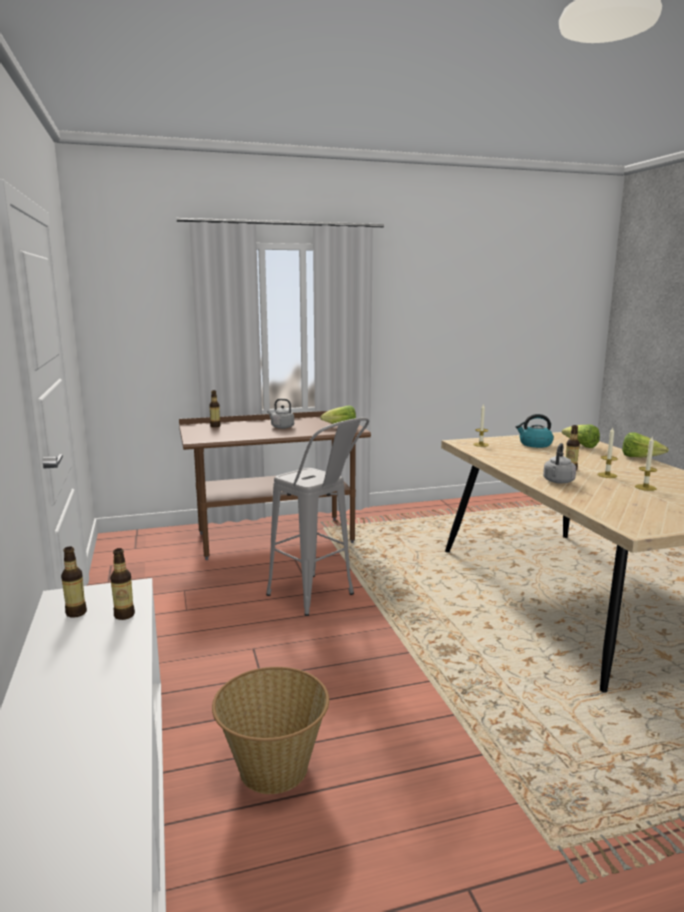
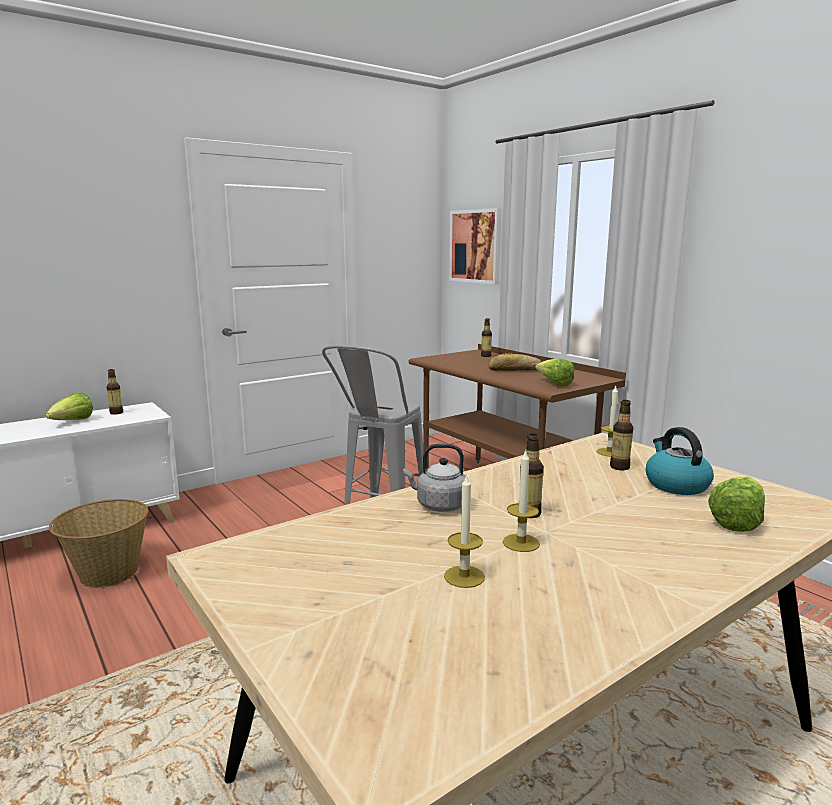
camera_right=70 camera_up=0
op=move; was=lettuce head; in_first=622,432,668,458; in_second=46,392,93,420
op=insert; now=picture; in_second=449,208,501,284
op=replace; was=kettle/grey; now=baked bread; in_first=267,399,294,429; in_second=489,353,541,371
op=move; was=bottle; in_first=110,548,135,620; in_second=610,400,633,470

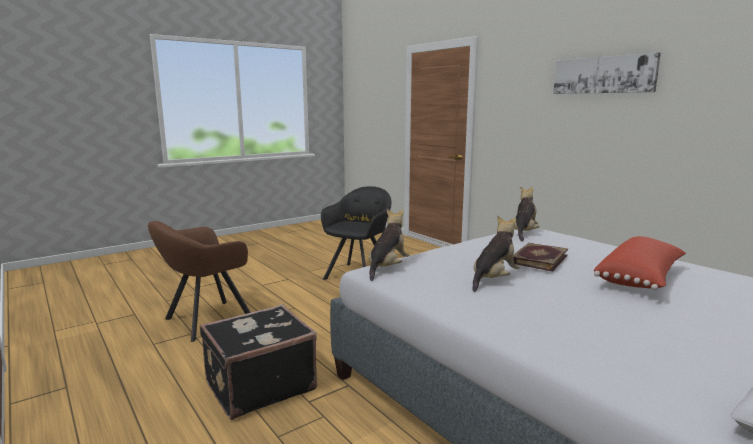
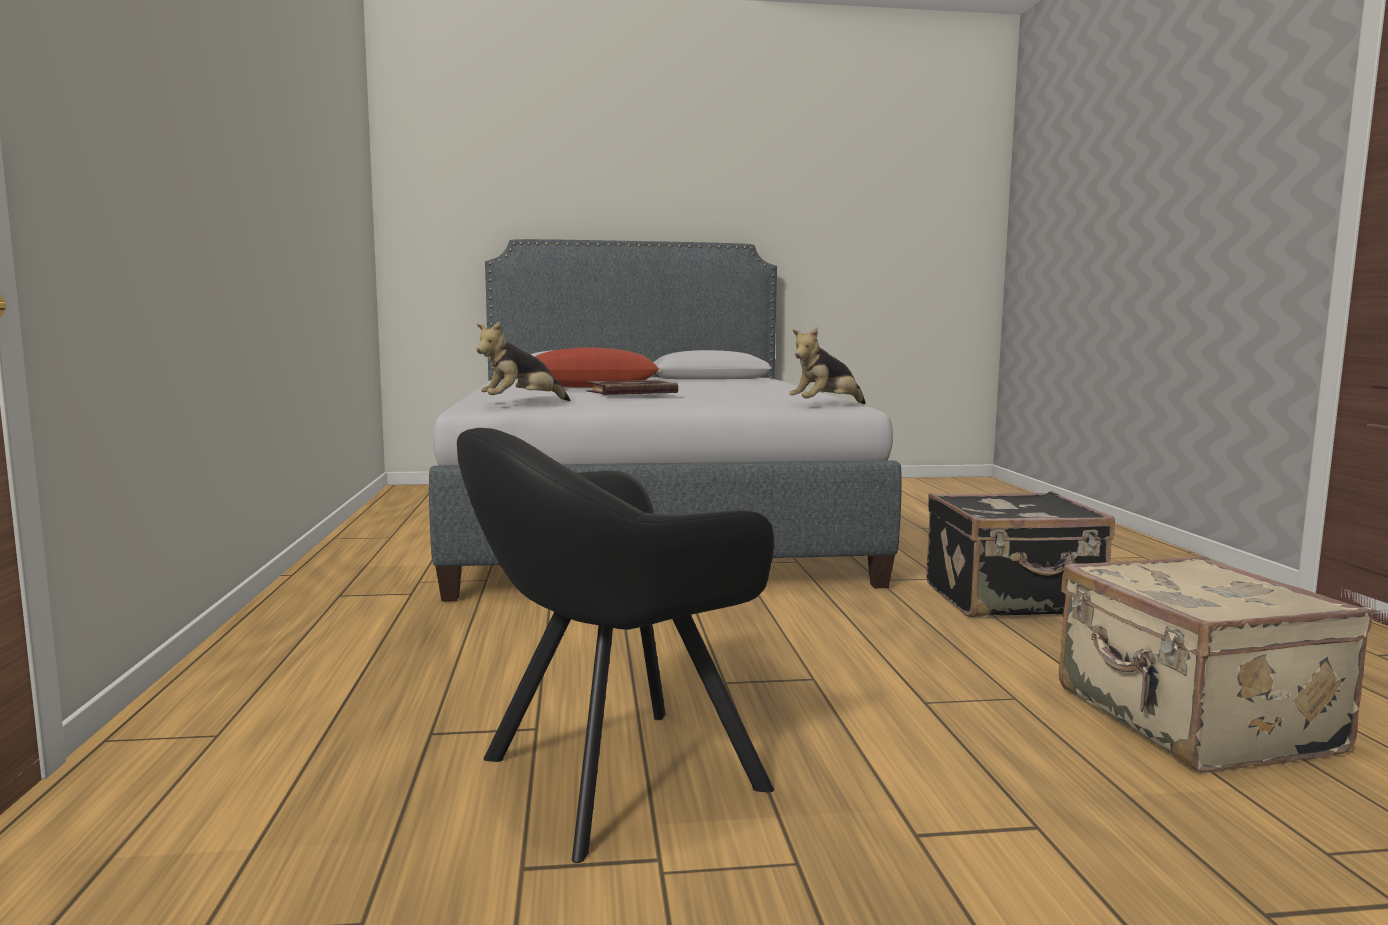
camera_right=-150 camera_up=-5
op=replace; was=armchair/brown-coloured; now=suitcase/sand-coloured; in_first=148,221,251,342; in_second=1059,556,1373,773
op=delete; was=soft toy; in_first=473,215,520,292
op=delete; was=picture; in_first=553,52,661,94

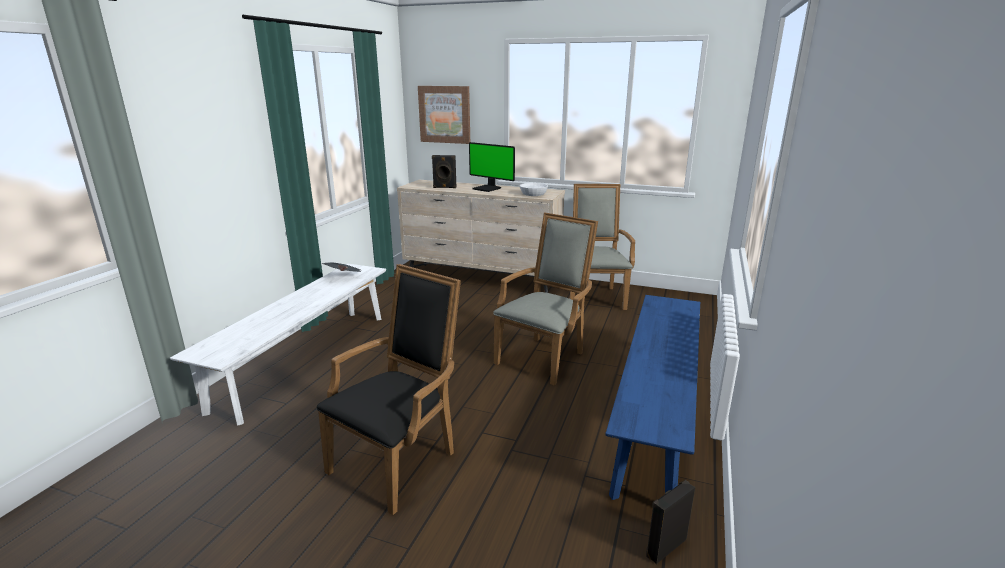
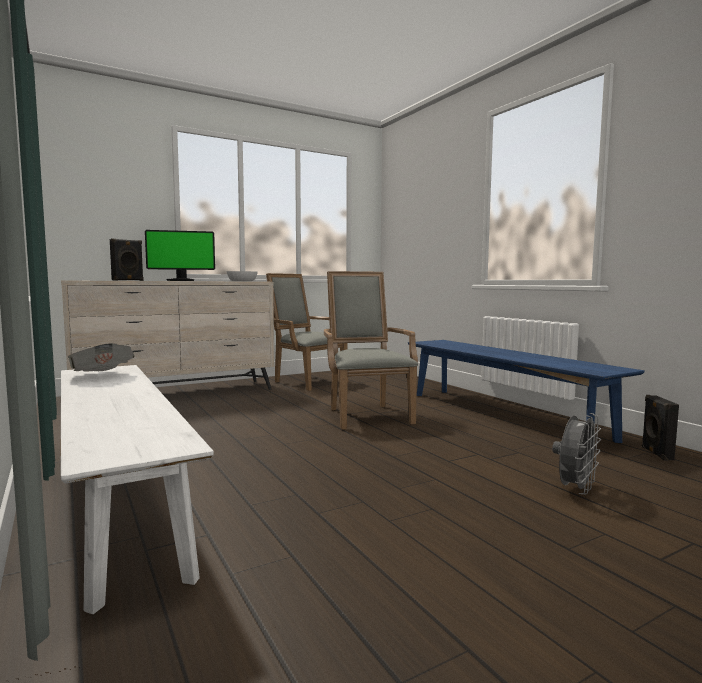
camera_right=-50 camera_up=-15
op=insert; now=fan/grey; in_second=552,413,601,495
op=delete; was=armchair/black-coloured; in_first=317,264,461,515
op=delete; was=picture; in_first=418,86,470,144

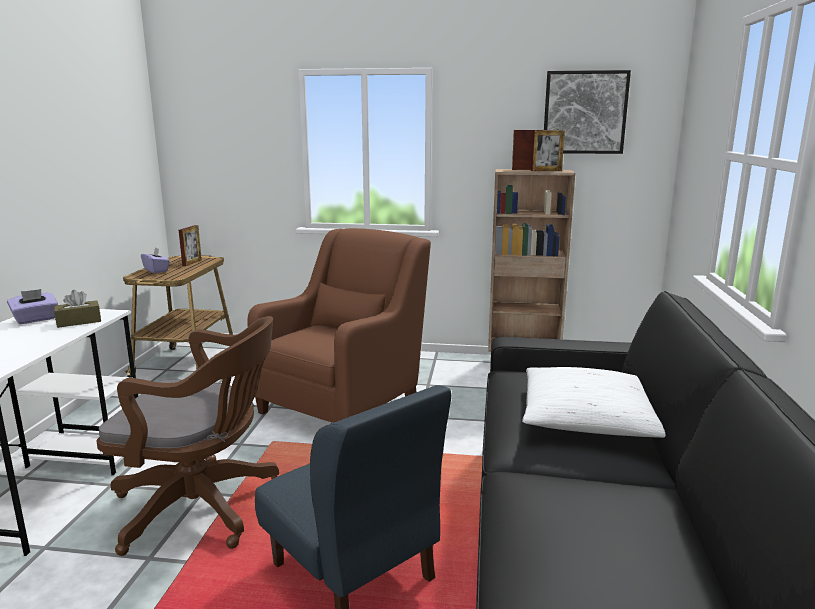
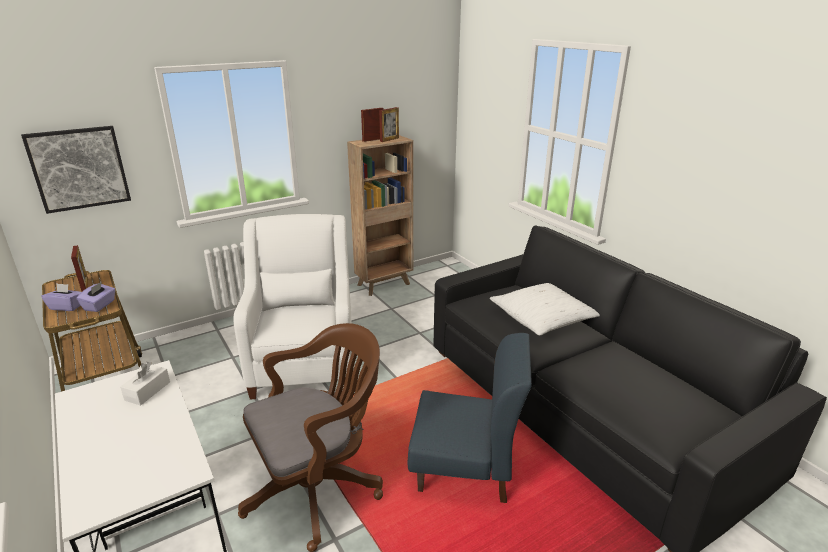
camera_right=-40 camera_up=10
op=move; was=picture; in_first=544,70,631,154; in_second=21,126,131,214
op=move; was=tissue holder/purple-coloured; in_first=7,289,58,324; in_second=76,282,116,312
op=recolor; was=tissue holder/brown-coloured; now=tissue holder/white; in_first=54,290,101,328; in_second=120,362,170,406
op=recolor; was=armchair/brown-coloured; now=armchair/white; in_first=247,228,431,423; in_second=233,214,352,400

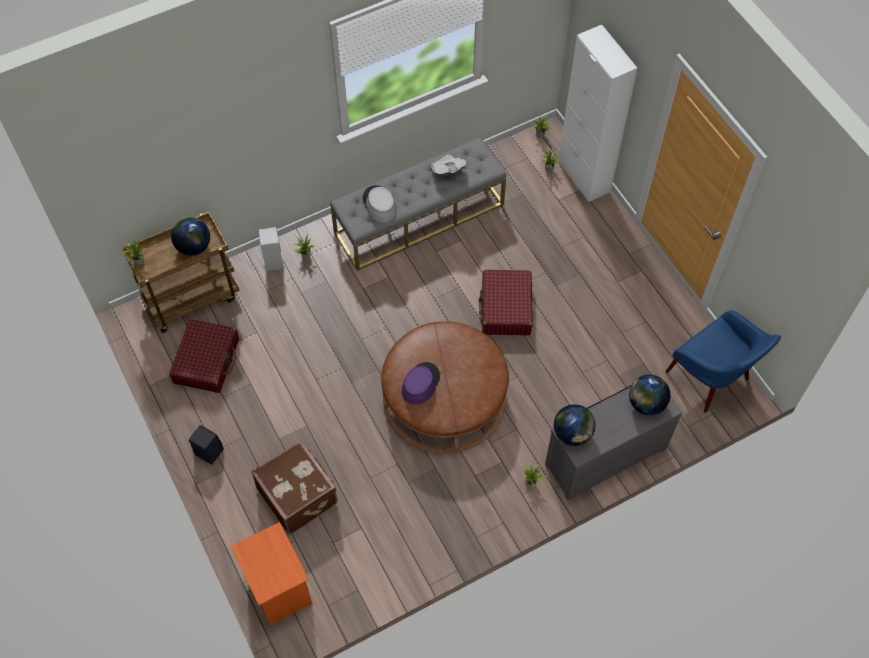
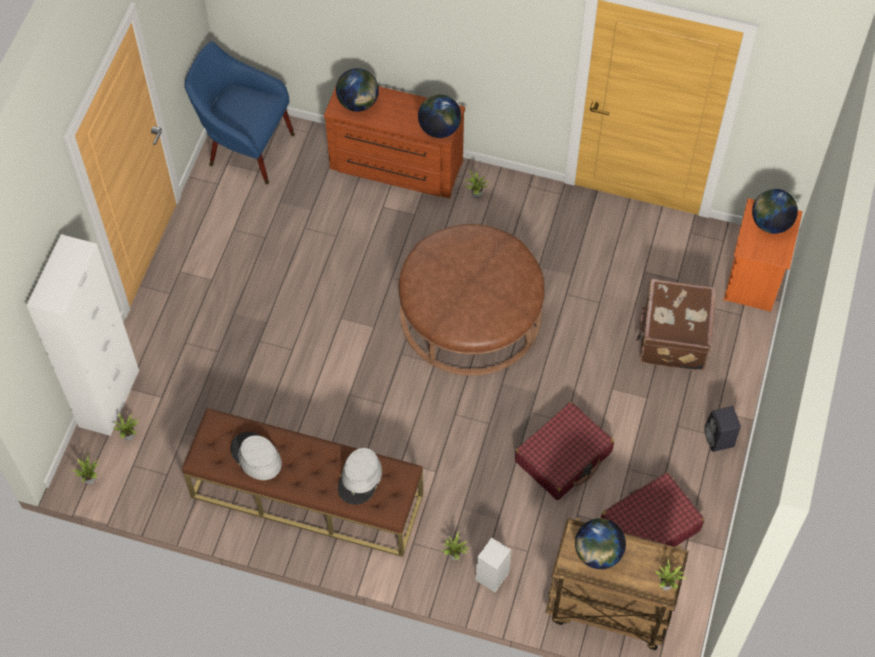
camera_right=-135 camera_up=0
op=recolor; was=bench/grey; now=bench/brown-coloured; in_first=330,137,506,271; in_second=182,408,423,557
op=rotate; was=armchair/blue; in_first=665,310,781,413; in_second=185,41,295,184; clockwise=-75
op=replace; was=printed paper; now=clothing hat/grey; in_first=431,155,466,174; in_second=231,432,282,480
op=recolor; was=dresser/grey; now=dresser/brown-coloured; in_first=545,386,683,500; in_second=324,77,465,198
op=move; was=suitcase/red; in_first=479,270,533,335; in_second=515,402,614,500
op=insert; now=desk globe; in_second=752,189,798,234
op=delete; was=clothing hat/purple-coloured; in_first=402,362,440,405

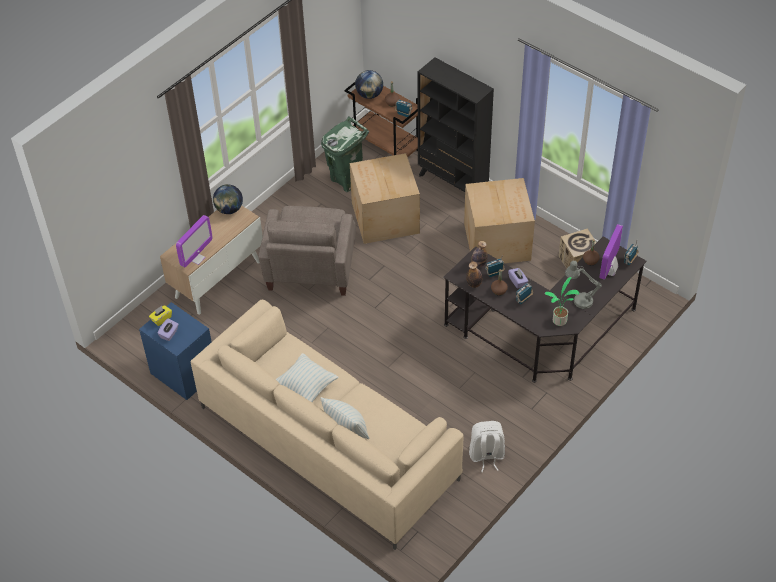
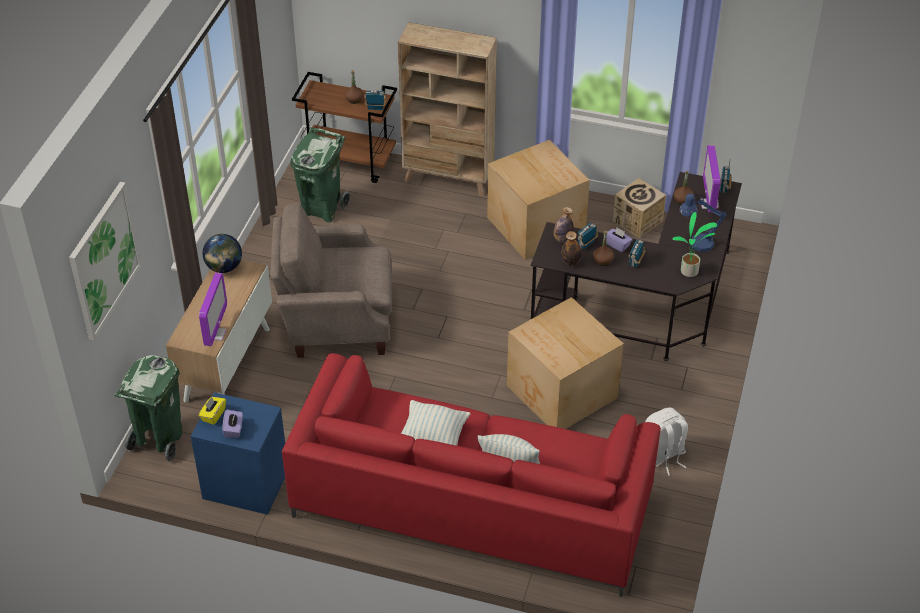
camera_right=-25 camera_up=-5
op=insert; now=picture; in_second=69,182,142,341
op=insert; now=waste bin/green; in_second=114,355,183,462
op=rotate; was=armchair/sand-coloured; in_first=258,206,356,296; in_second=270,203,392,358; clockwise=105
op=recolor; was=couch/sand-coloured; now=couch/red; in_first=191,300,463,550; in_second=282,353,661,597
op=recolor; was=bookcase/black-coloured; now=bookcase/sand-coloured; in_first=417,57,494,192; in_second=398,22,497,197
op=move; was=packing box; in_first=350,153,420,244; in_second=507,297,624,429
op=recolor; was=table lamp/grey; now=table lamp/blue; in_first=565,261,602,309; in_second=679,193,726,252
op=delete; was=desk globe; in_first=355,70,383,99

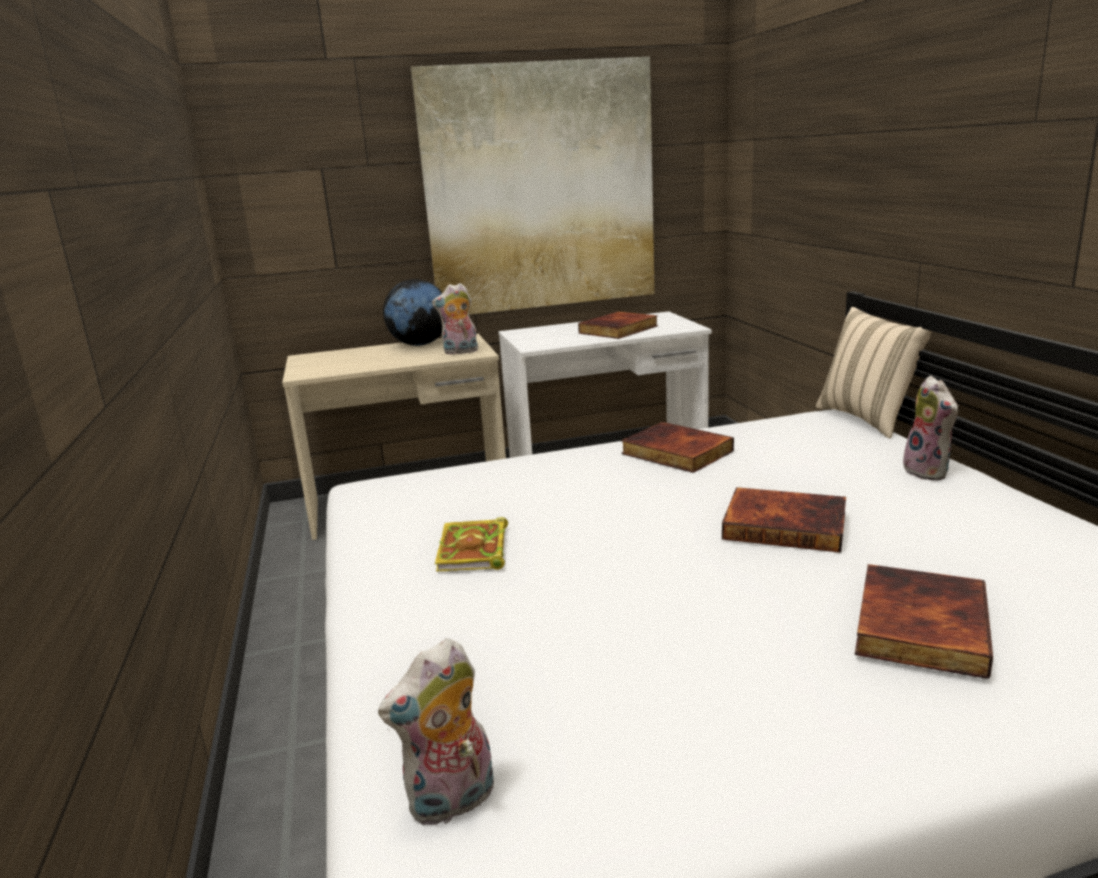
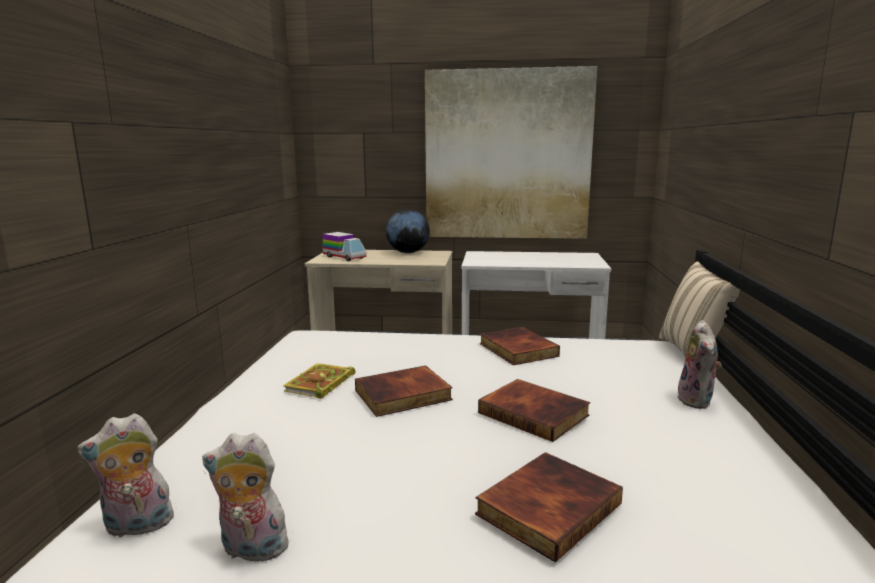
camera_right=20 camera_up=-5
op=move; was=soft toy; in_first=432,283,478,355; in_second=202,433,289,562
op=insert; now=toy lorry; in_second=323,232,367,261
op=move; was=bound book; in_first=578,311,658,339; in_second=355,365,453,417

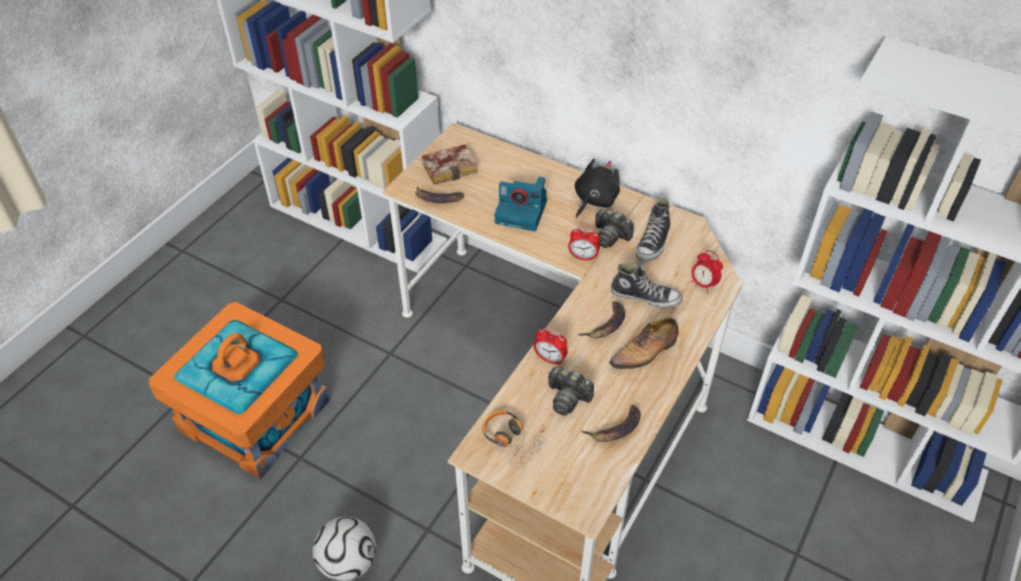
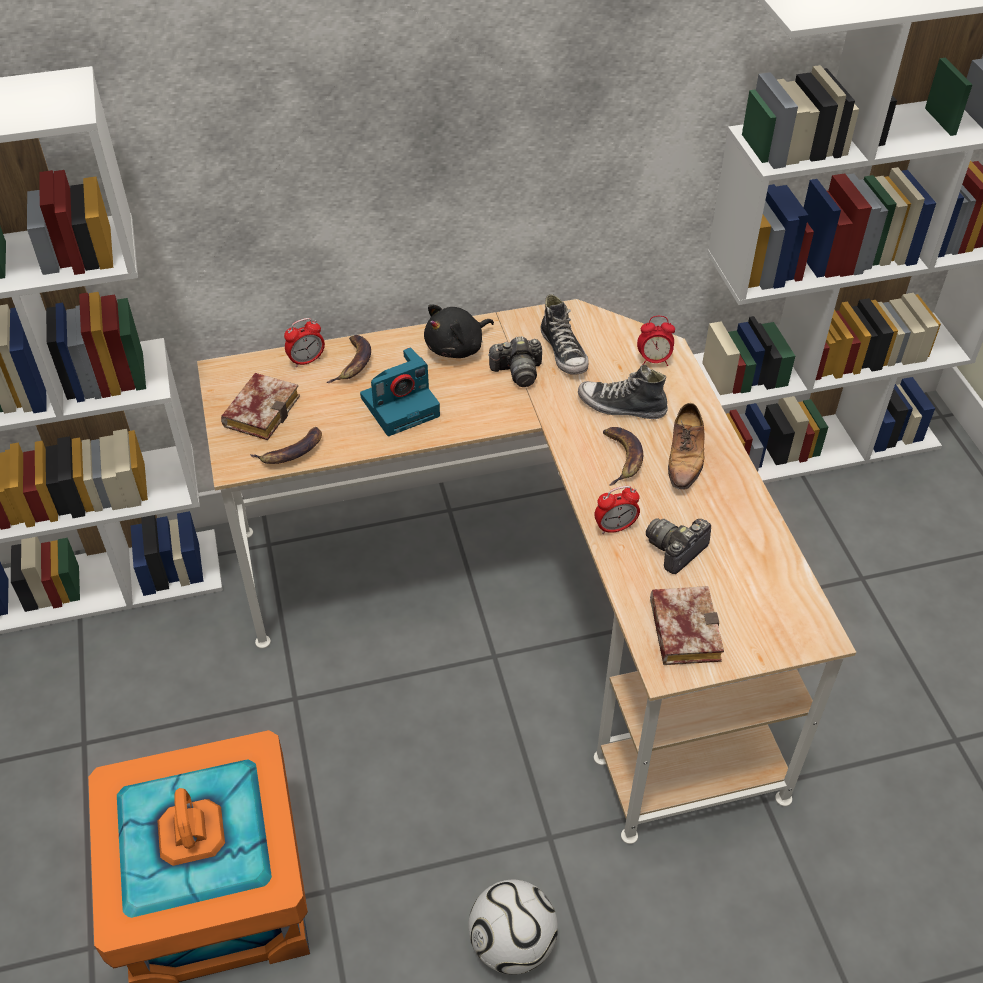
camera_right=-45 camera_up=0
op=move; was=bedside clock; in_first=568,227,600,261; in_second=284,318,325,367
op=move; was=banana fruit; in_first=582,405,641,442; in_second=326,335,371,383
op=rotate; was=soft toy/black-coloured; in_first=575,158,620,218; in_second=424,304,494,358; clockwise=-120
op=rotate; was=low shoe; in_first=611,263,683,309; in_second=578,365,668,419; clockwise=-135
op=rotate; was=still camera; in_first=548,367,594,415; in_second=646,518,711,574; clockwise=150
op=replace; was=headset; now=bound book; in_first=482,410,546,469; in_second=650,586,724,665

